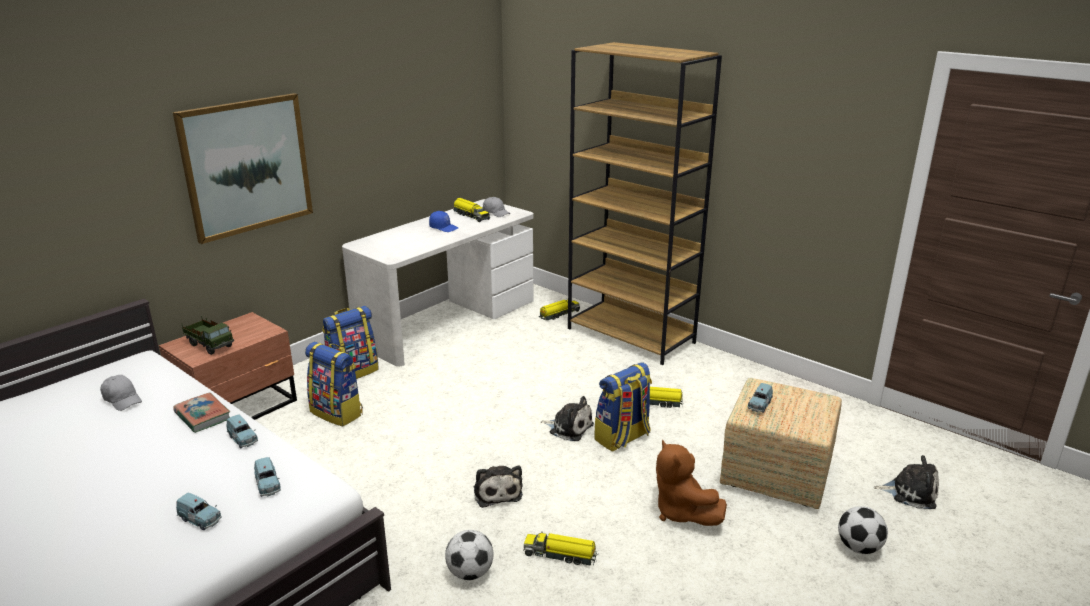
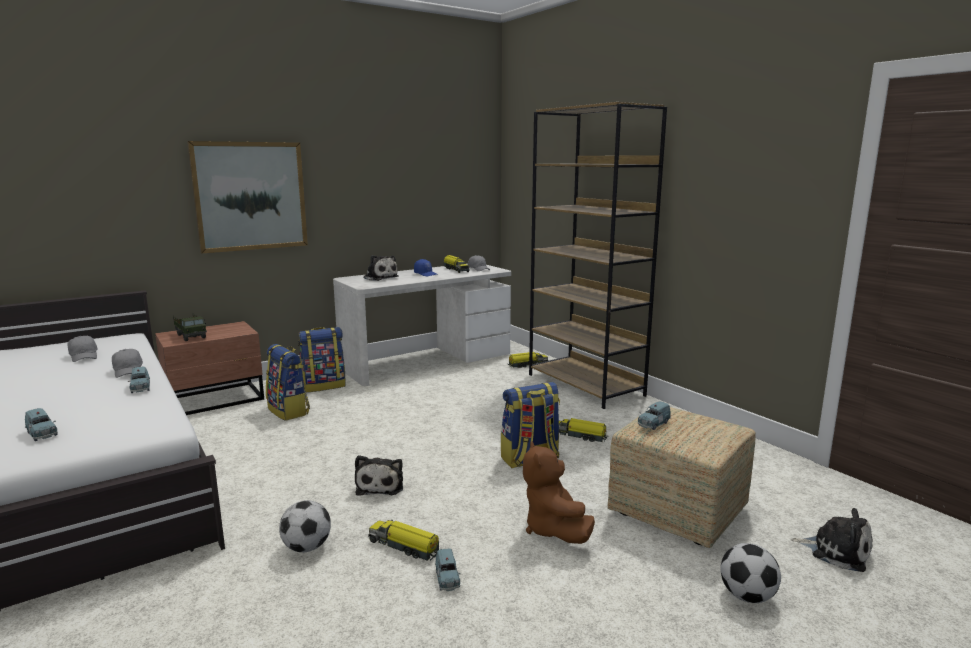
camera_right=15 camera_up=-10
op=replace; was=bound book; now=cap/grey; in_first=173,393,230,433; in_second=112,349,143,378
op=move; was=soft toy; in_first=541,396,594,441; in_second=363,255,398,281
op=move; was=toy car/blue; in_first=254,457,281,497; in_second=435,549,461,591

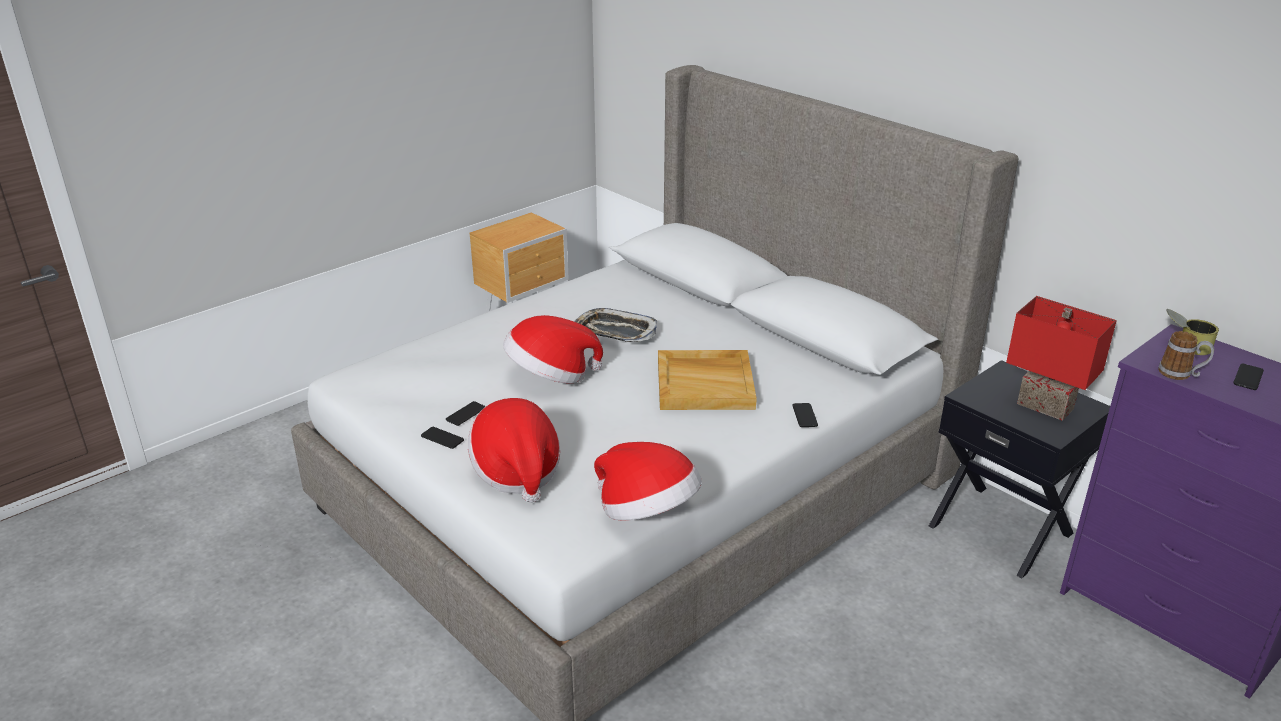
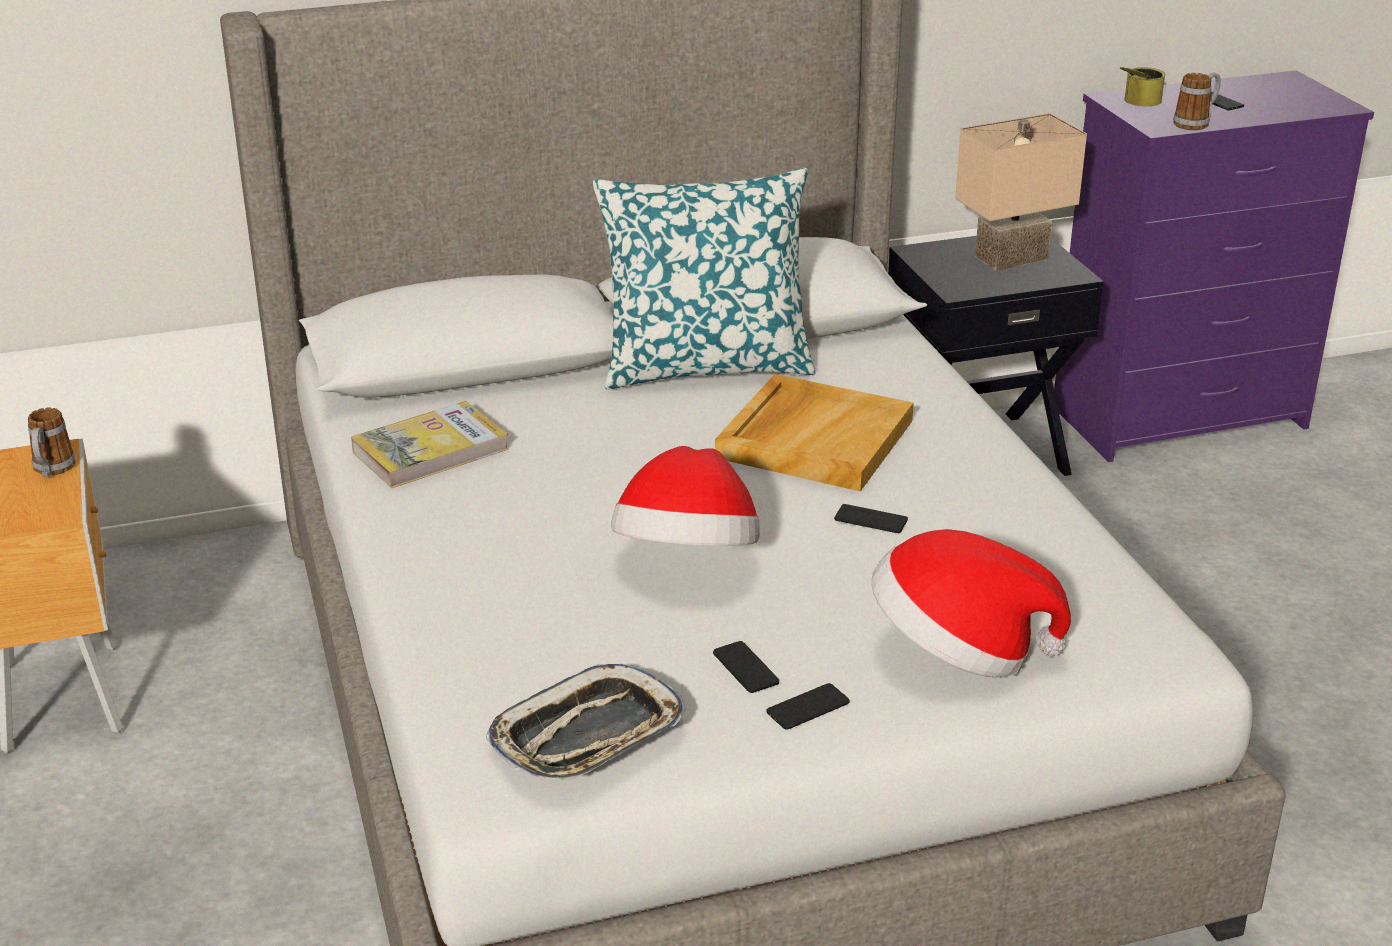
camera_right=-65 camera_up=0
op=insert; now=tea mug; in_second=28,408,76,477
op=insert; now=bound book; in_second=351,401,509,488
op=move; was=serving tray; in_first=574,308,657,342; in_second=486,664,686,781
op=insert; now=throw pillow; in_second=593,168,816,389
op=move; was=telephone; in_first=792,403,818,427; in_second=834,504,908,533
op=recolor; was=table lamp/red; now=table lamp/sand-coloured; in_first=1006,296,1117,421; in_second=955,113,1087,271
op=delete; was=clothing hat; in_first=594,442,702,521

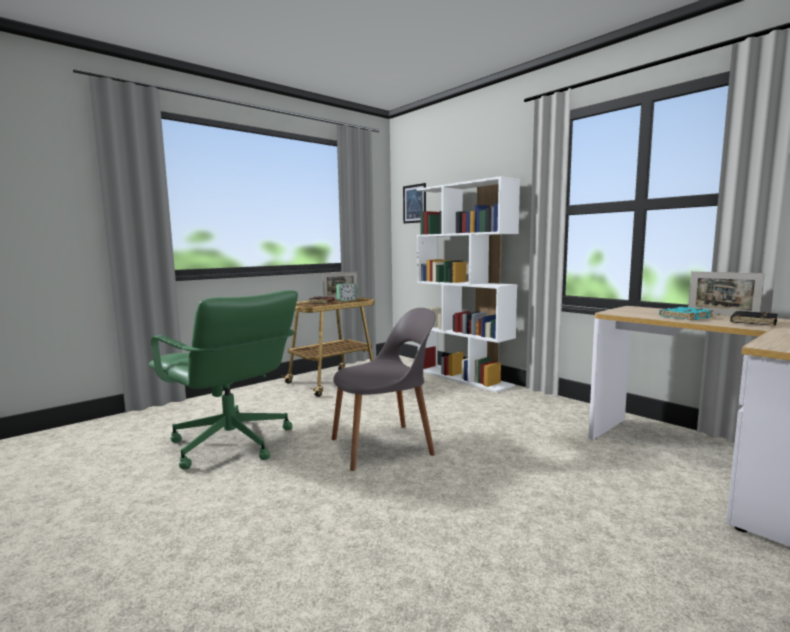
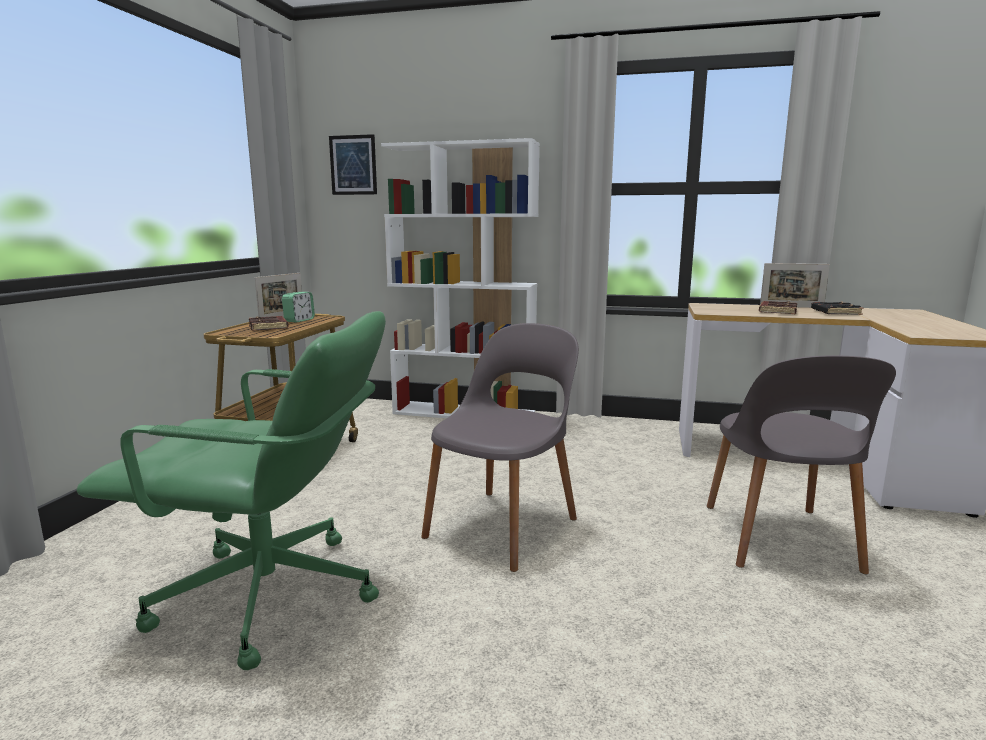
camera_right=-35 camera_up=5
op=insert; now=chair/grey; in_second=707,355,896,574
op=recolor; was=bound book/turquoise-coloured; now=bound book/brown-coloured; in_first=659,307,714,320; in_second=759,301,797,314

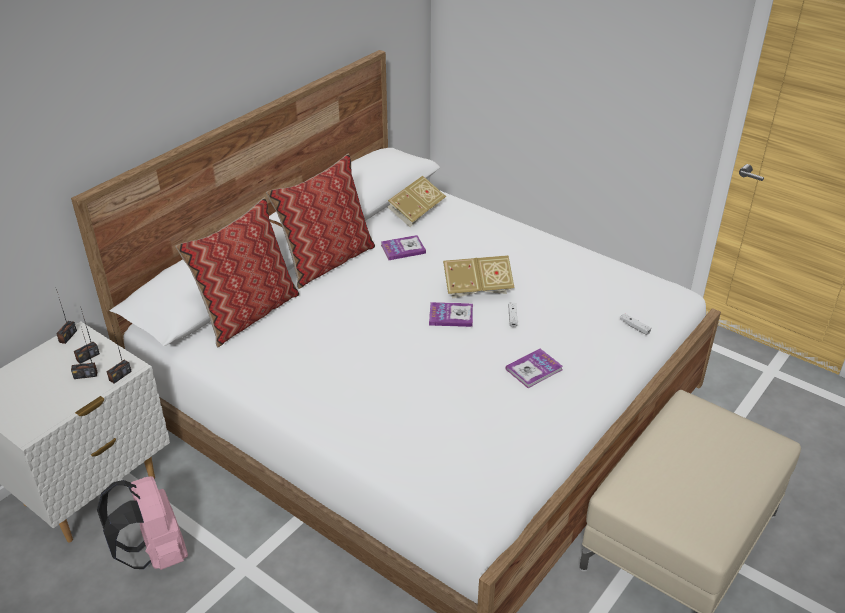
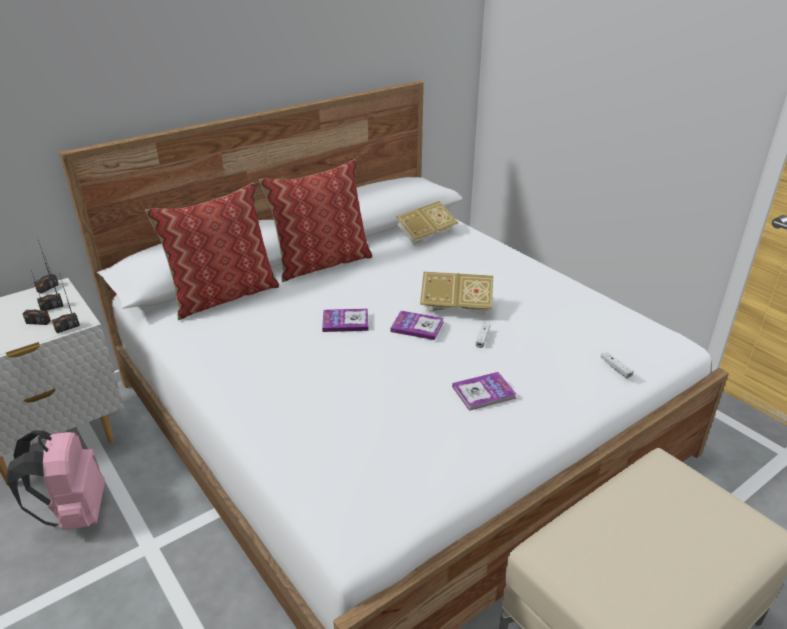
camera_right=15 camera_up=-5
op=move; was=bound book; in_first=381,235,426,260; in_second=322,308,369,332

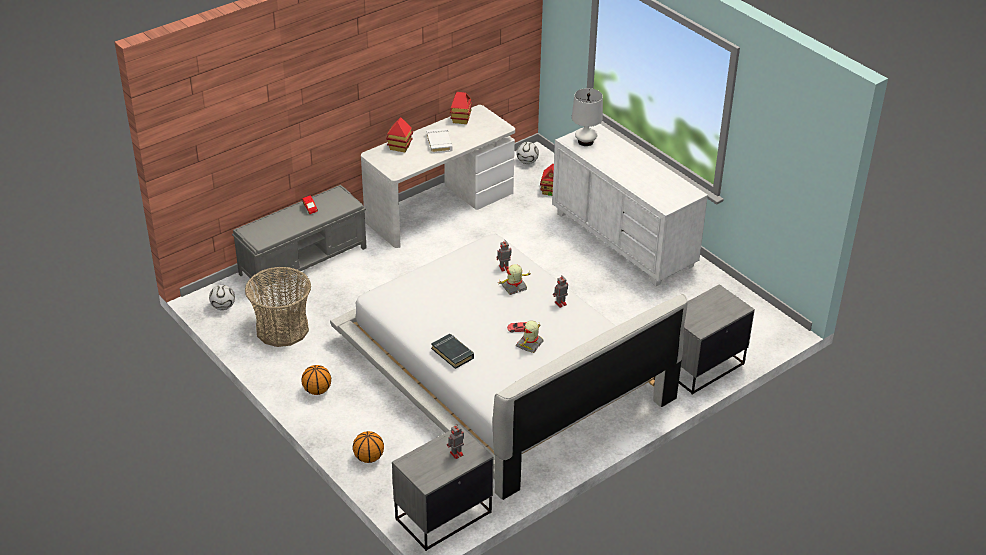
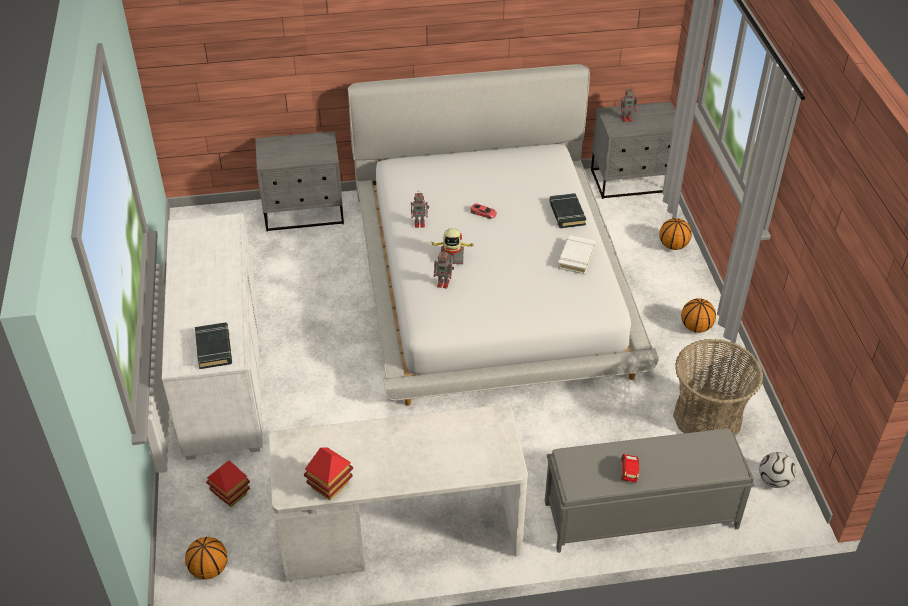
camera_right=-150 camera_up=5
op=replace; was=football; now=ball for basketball; in_first=516,142,539,164; in_second=185,537,227,579
op=replace; was=table lamp/white; now=bound book/black-coloured; in_first=572,88,603,146; in_second=195,322,232,369
op=move; was=bound book/white; in_first=426,128,453,153; in_second=558,235,596,274
op=delete; was=toy house; in_first=386,117,413,152
op=delete; was=model robot; in_first=516,320,543,353

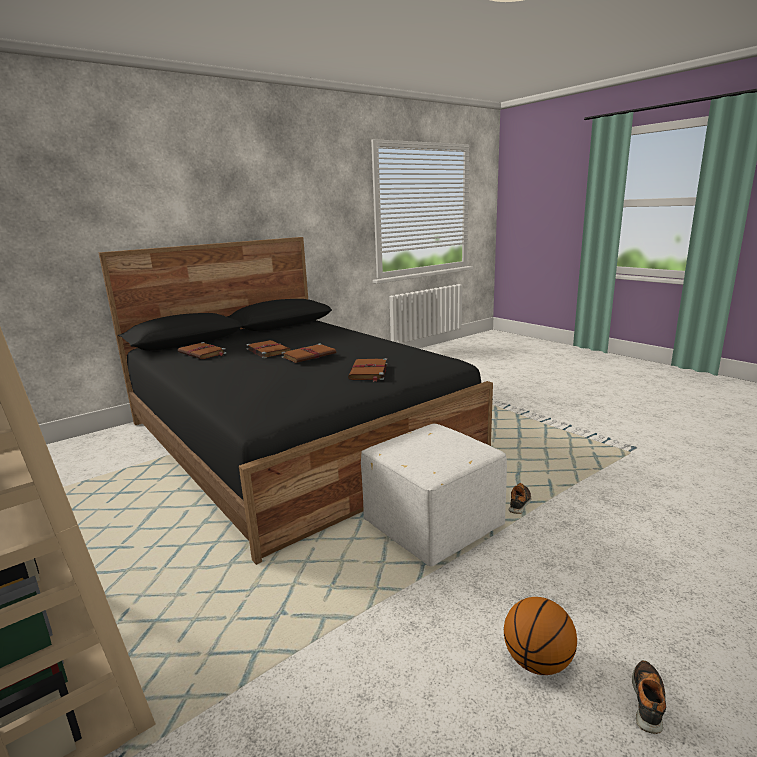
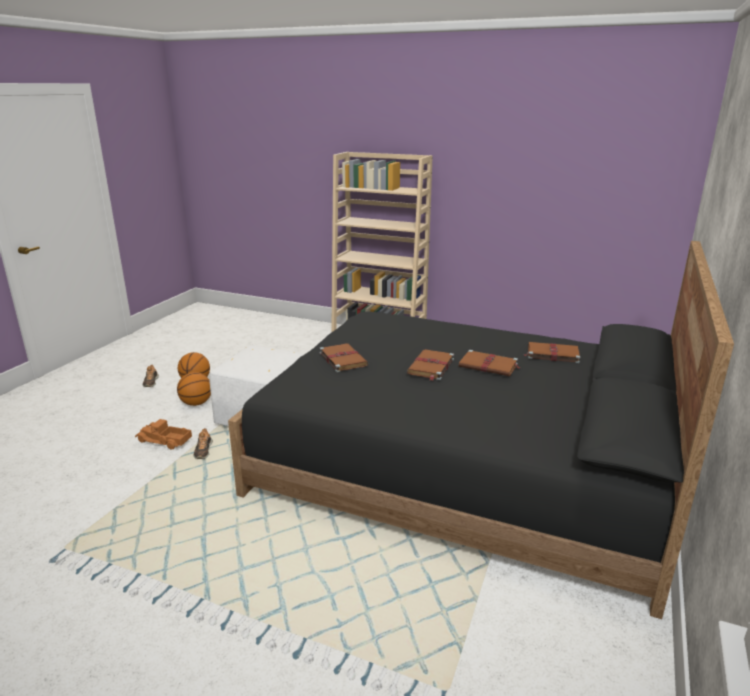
camera_right=150 camera_up=5
op=insert; now=toy lorry; in_second=135,419,192,449
op=insert; now=ball for basketball; in_second=177,372,211,406

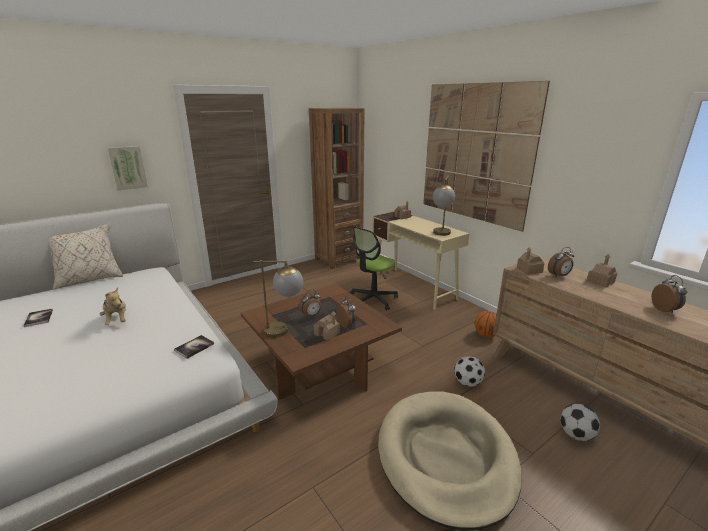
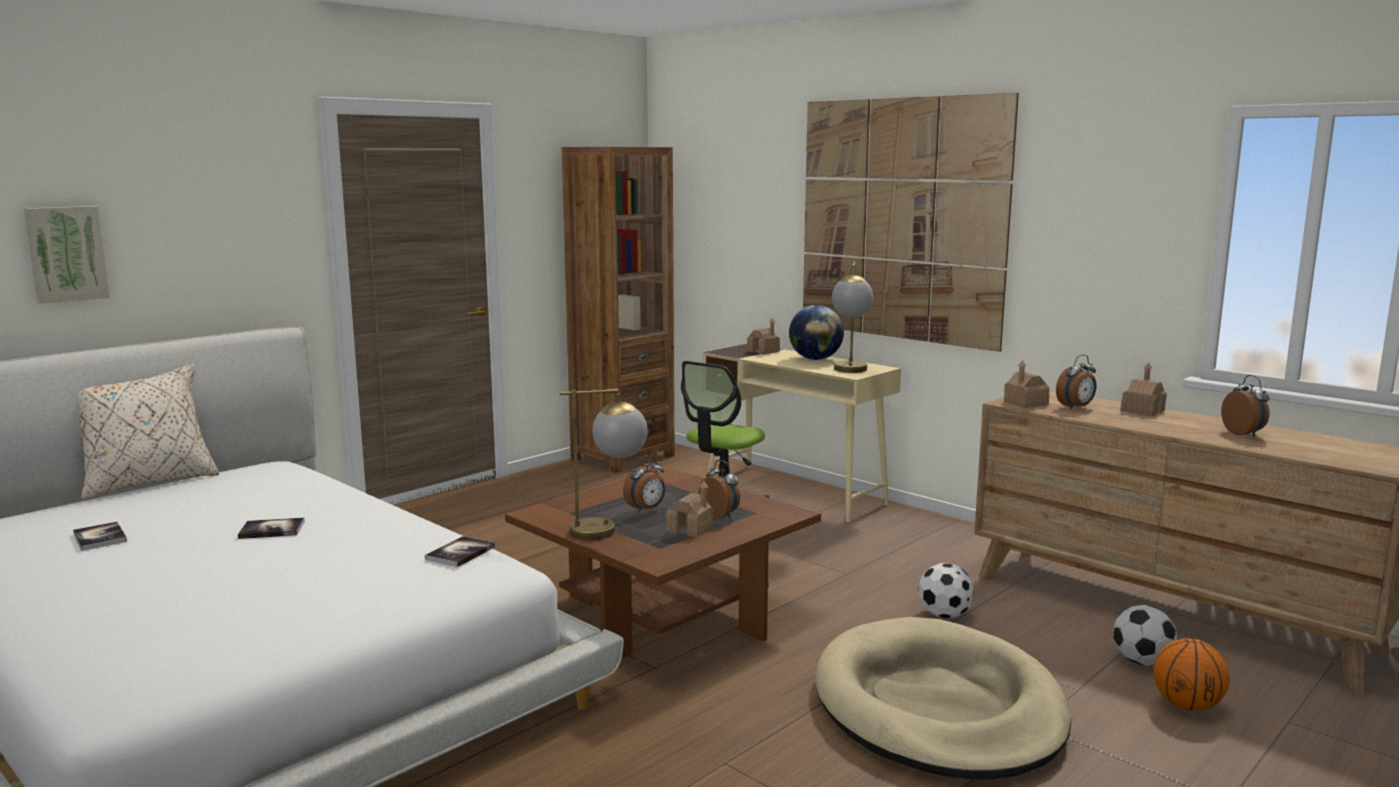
camera_right=-10 camera_up=-10
op=move; was=picture; in_first=108,146,148,190; in_second=24,206,110,304
op=replace; was=soft toy; now=bound book; in_first=100,287,126,325; in_second=238,518,305,539
op=insert; now=desk globe; in_second=789,305,844,360
op=move; was=ball for basketball; in_first=475,311,496,337; in_second=1153,638,1230,711

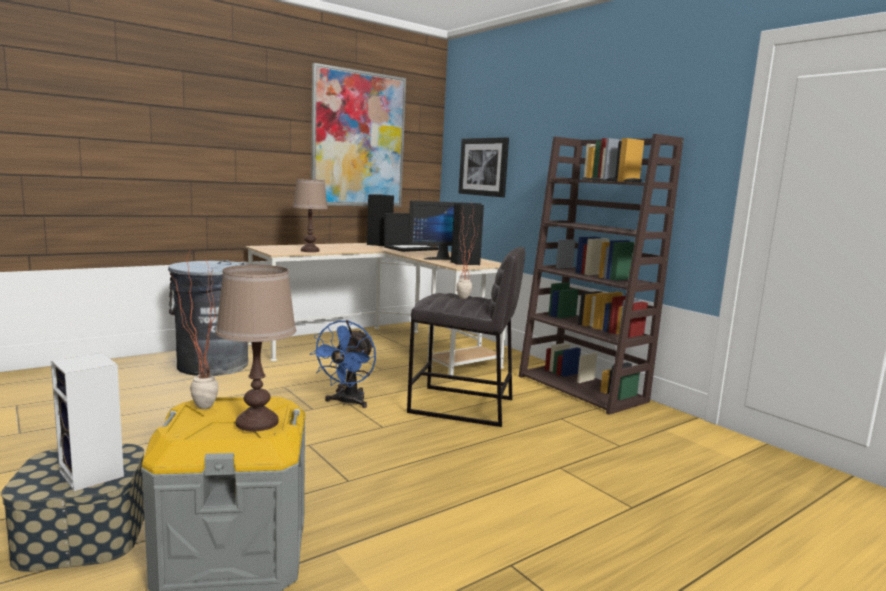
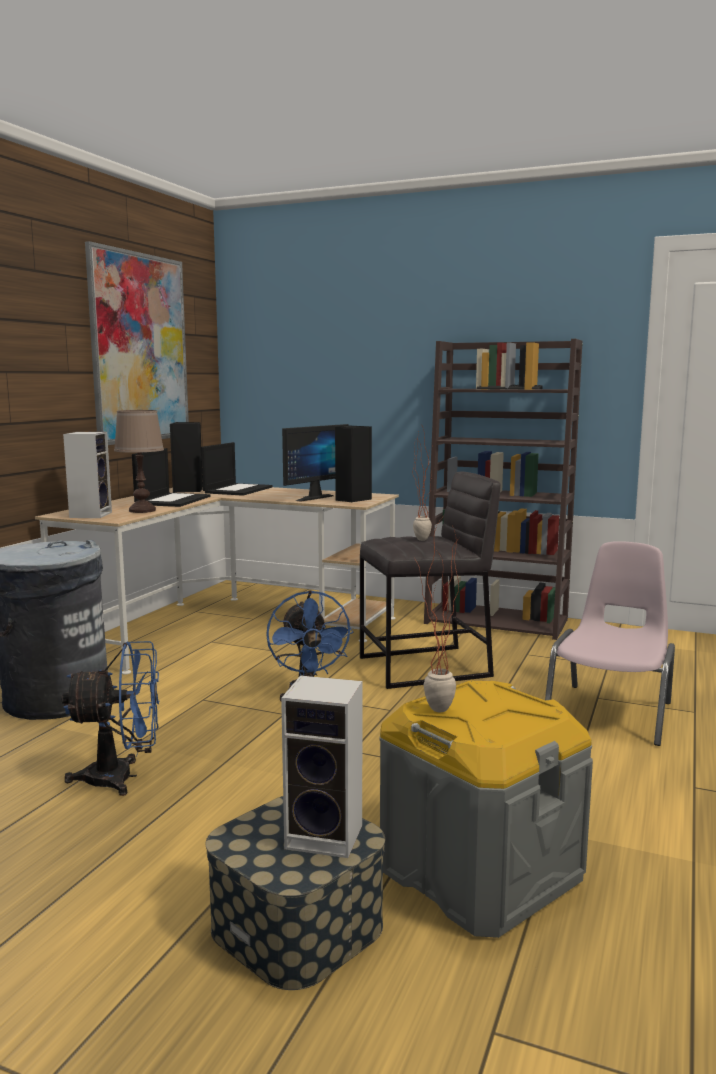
camera_right=-30 camera_up=0
op=insert; now=fan/blue; in_second=62,641,159,796
op=insert; now=speaker; in_second=63,432,112,518
op=insert; now=laptop; in_second=132,448,210,507
op=insert; now=chair/pinkish; in_second=545,541,675,746
op=delete; was=table lamp/brown-coloured; in_first=215,265,296,431
op=delete; was=picture; in_first=458,137,509,198

